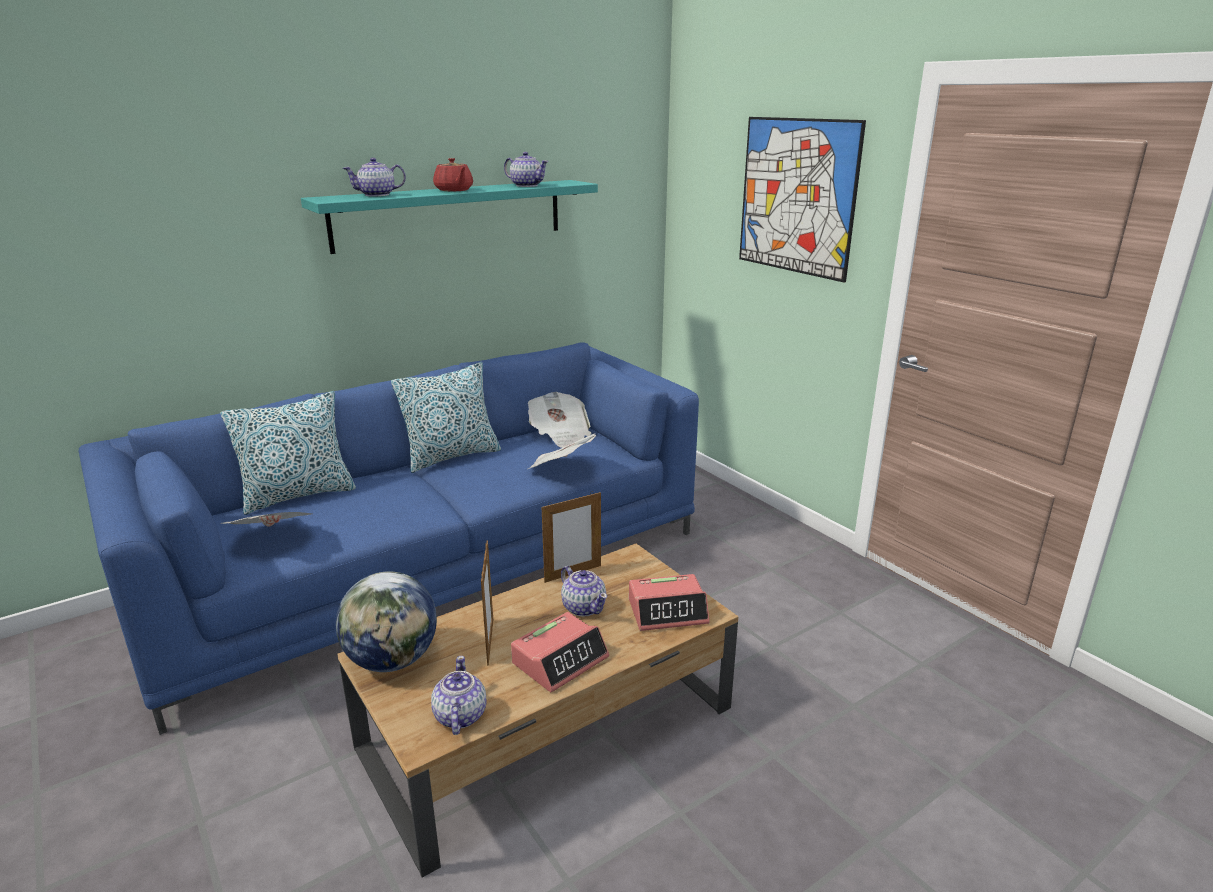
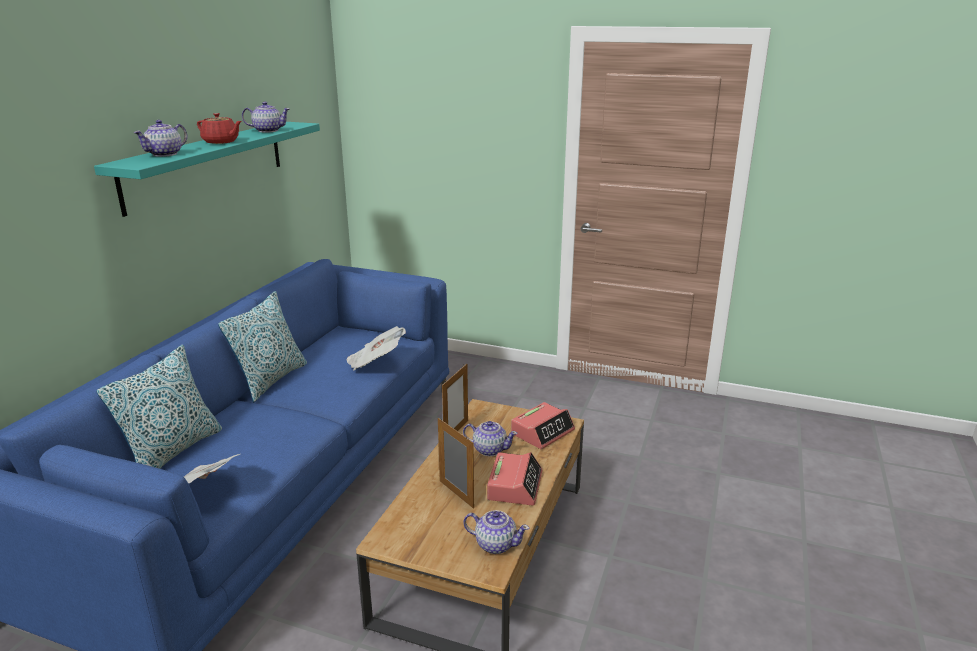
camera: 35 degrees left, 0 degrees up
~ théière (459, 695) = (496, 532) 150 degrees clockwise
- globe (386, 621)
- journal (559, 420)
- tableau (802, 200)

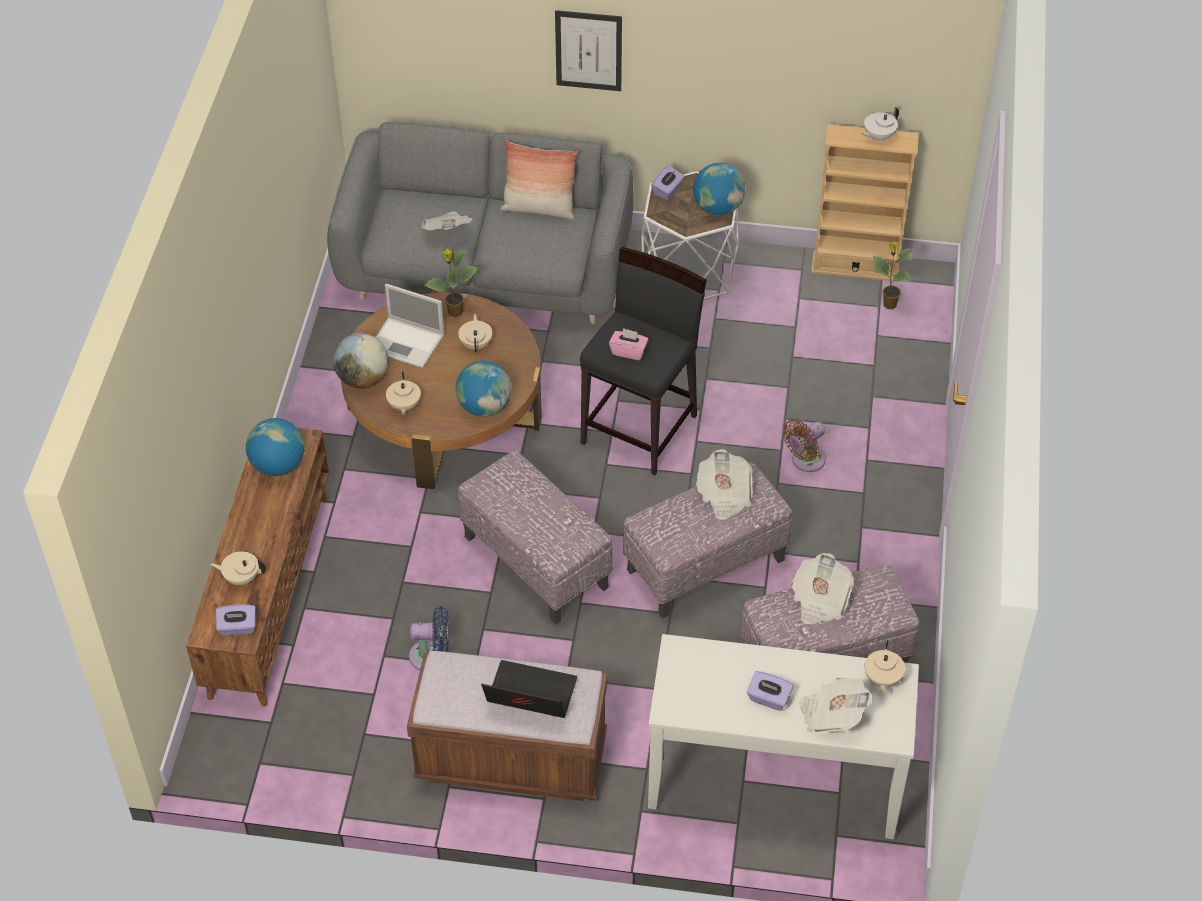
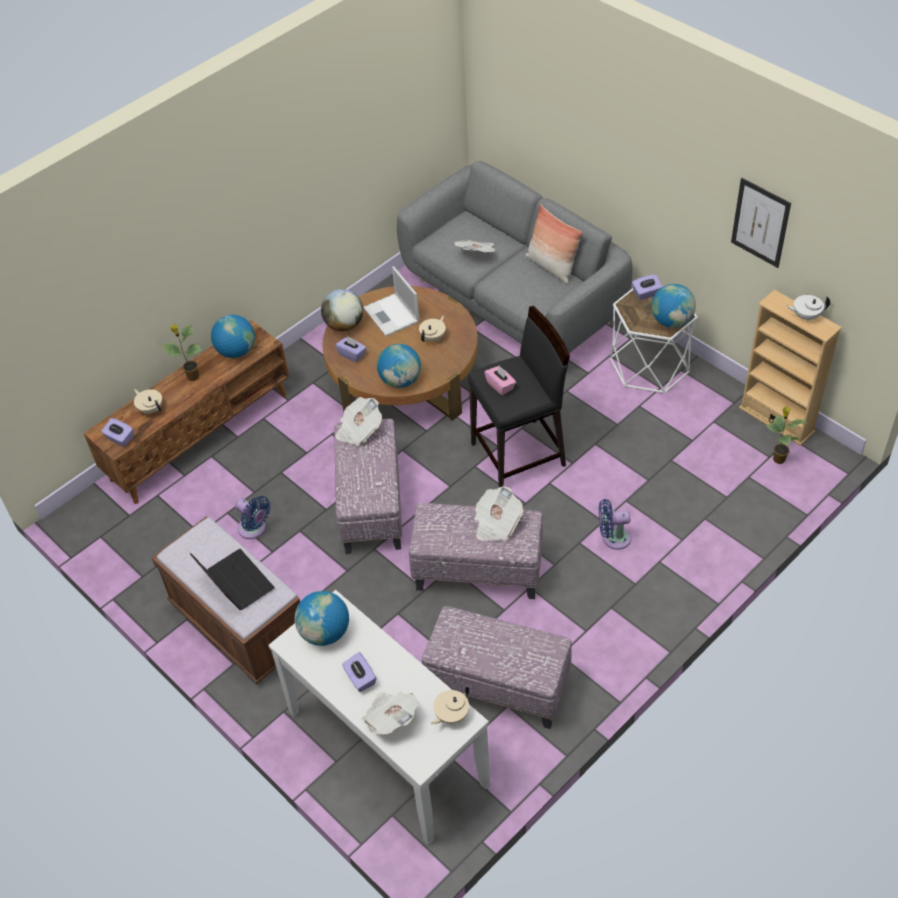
camera: 40 degrees right, 0 degrees up
~ plante en pot (451, 282) to (182, 352)
+ globe (322, 618)
~ théière (beige) (403, 392) to boîte à mouchoirs (violet) (351, 349)
~ journal (822, 588) to (358, 422)
~ ventilateur (marron) (804, 445) to ventilateur (bleu) (615, 524)
~ tableau (588, 50) to (761, 223)

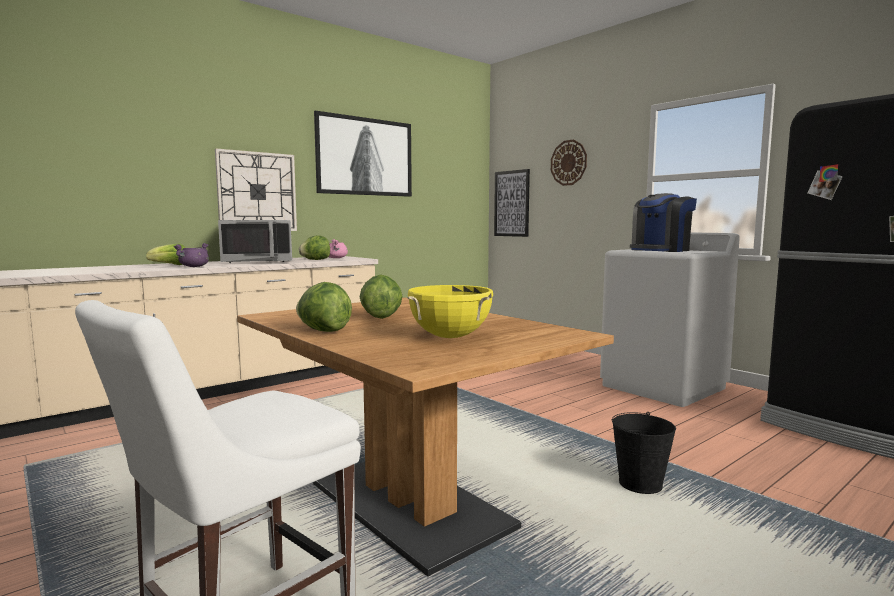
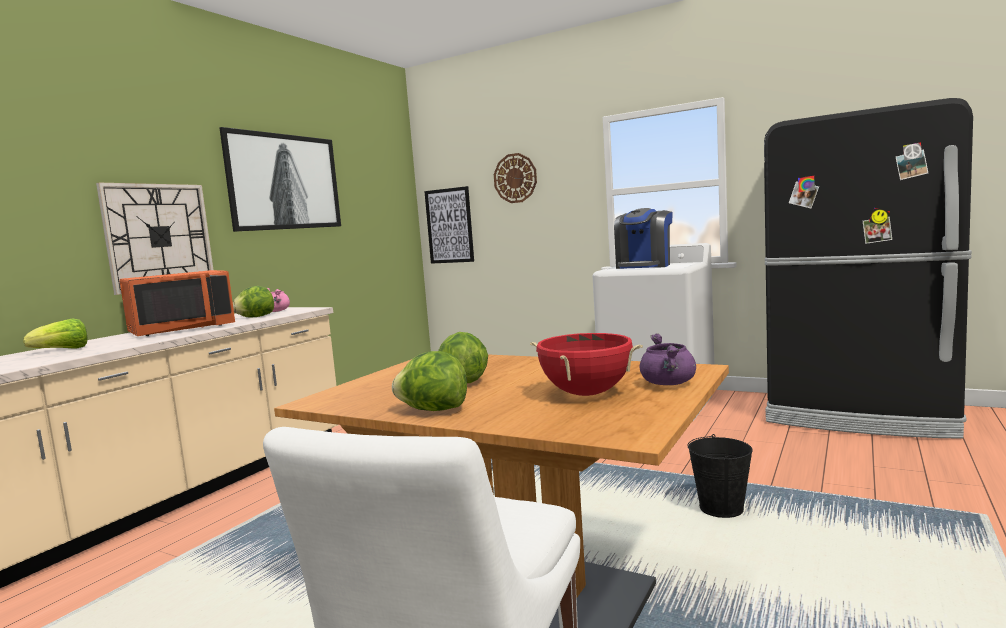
camera: 20 degrees left, 0 degrees up
~ micro-ondes (gris) (255, 241) to micro-ondes (orange) (177, 303)
~ marmite (jaune) (450, 311) to marmite (rouge) (586, 364)
~ marmite (violet) (191, 255) to (668, 359)

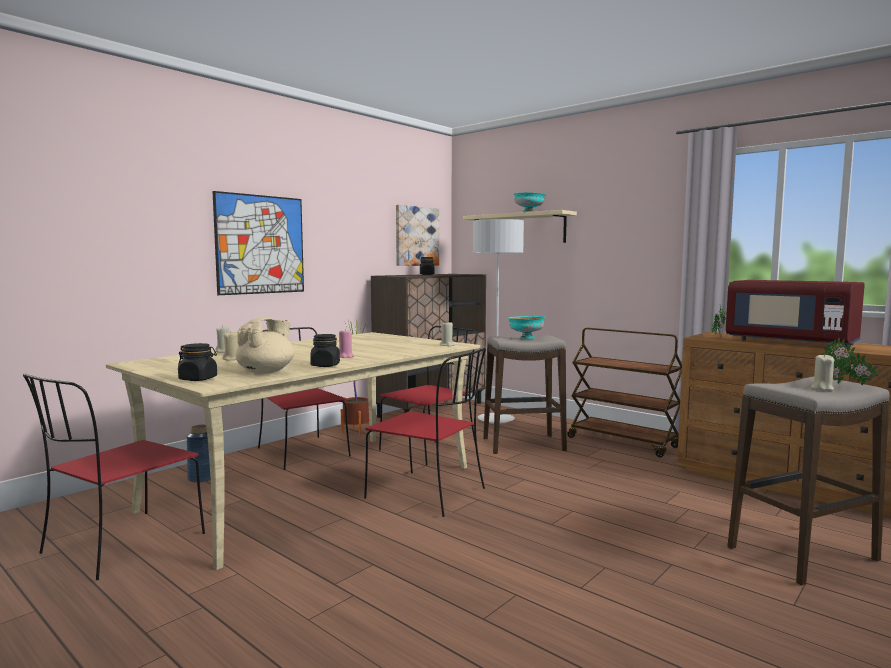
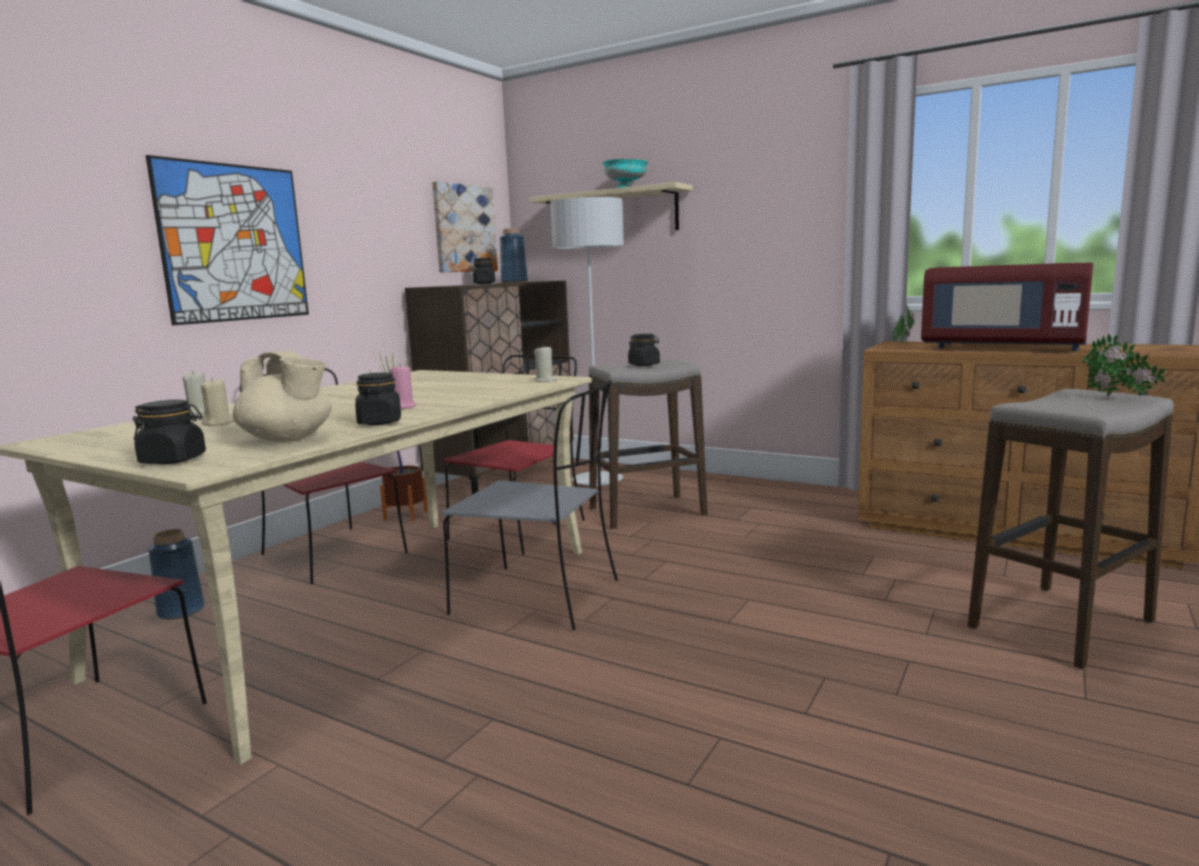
camera: 10 degrees left, 5 degrees up
~ théière (beige) (265, 346) = (282, 396) 105 degrees clockwise
~ chaise (rouge) (425, 432) to chaise (gris) (530, 505)
+ vase (bleu) (514, 255)
~ bol (turquoise) (527, 327) to bocal (noir) (644, 350)
- chariot (marron) (624, 392)
- bougie (beige) (822, 372)

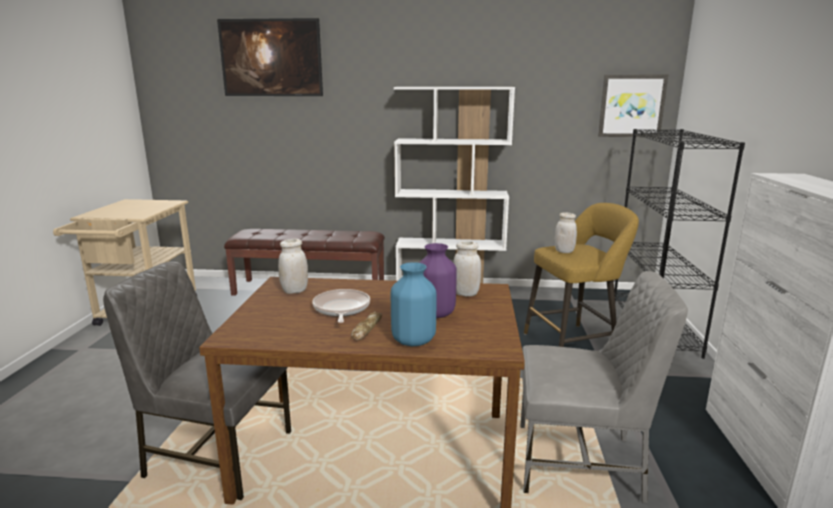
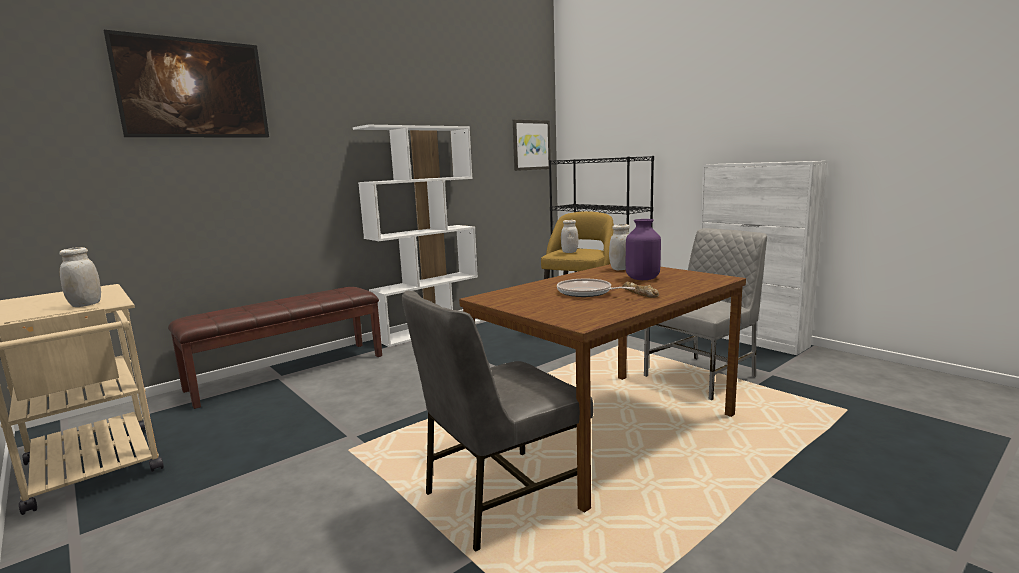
camera: 45 degrees left, 5 degrees down
~ bocal (blanc) (293, 266) to (80, 277)
- vase (bleu) (413, 304)

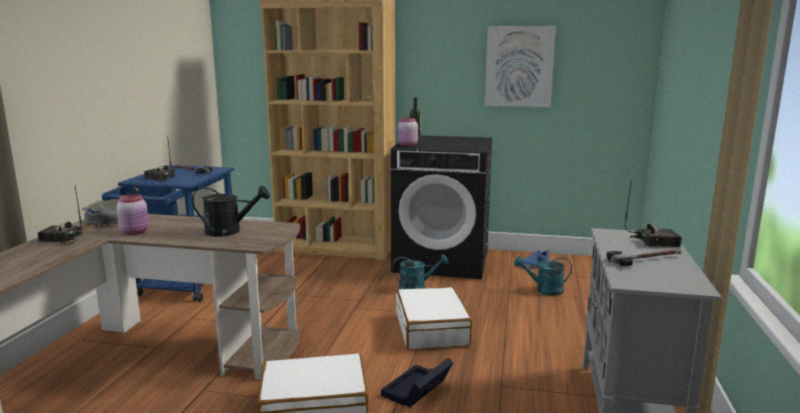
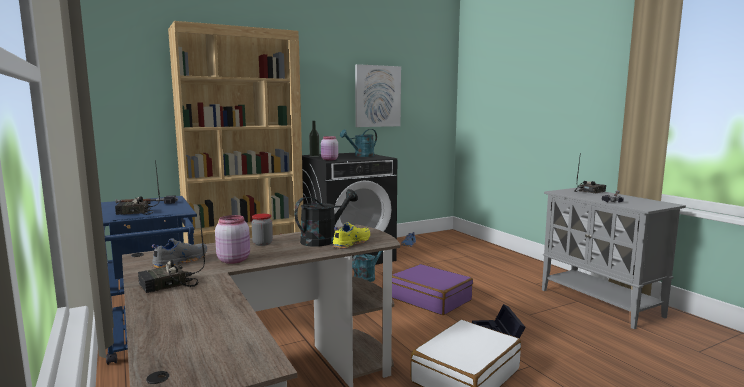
camera: 40 degrees left, 5 degrees down
+ bocal (262, 230)
+ chaussure (jaune) (351, 235)
~ arrosoir (turquoise) (543, 276) to (358, 143)
~ valise (blanc) (434, 318) to valise (violet) (432, 289)

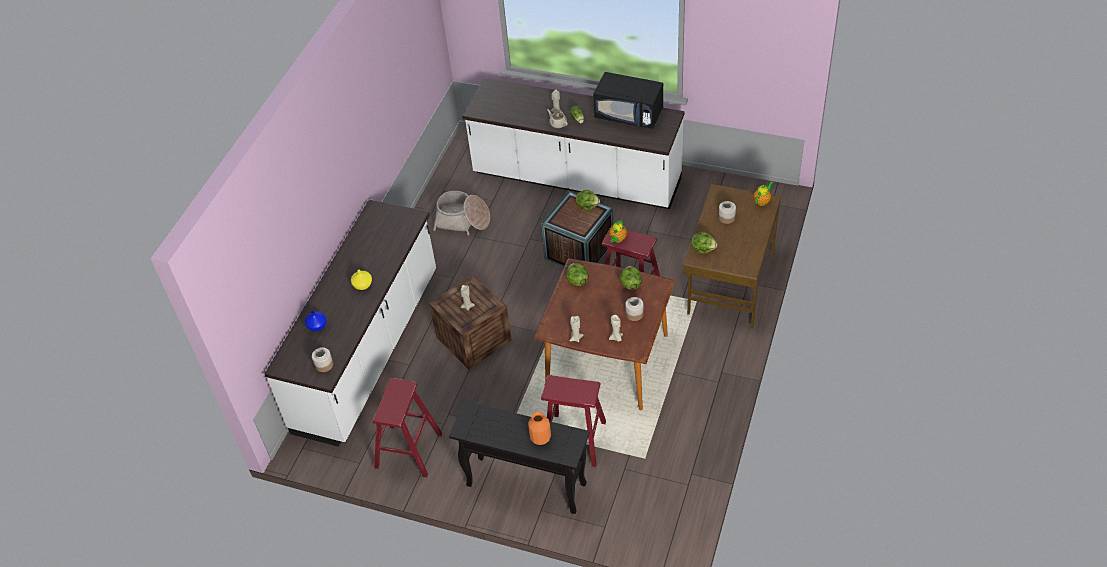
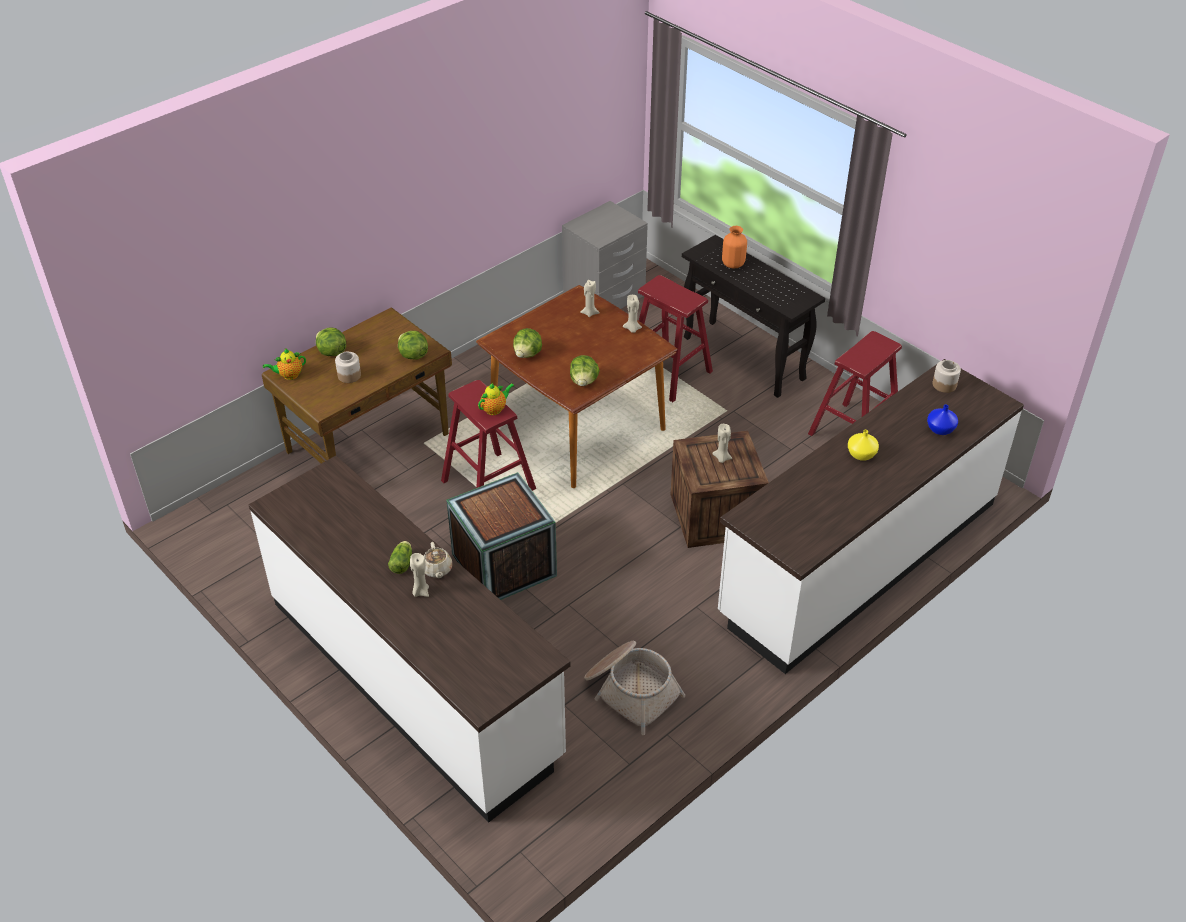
camera: 155 degrees left, 5 degrees down
~ laitue (588, 200) to (331, 342)
+ table de chevet (gris) (605, 255)
- micro-ondes (noir) (628, 100)
- bocal (634, 309)

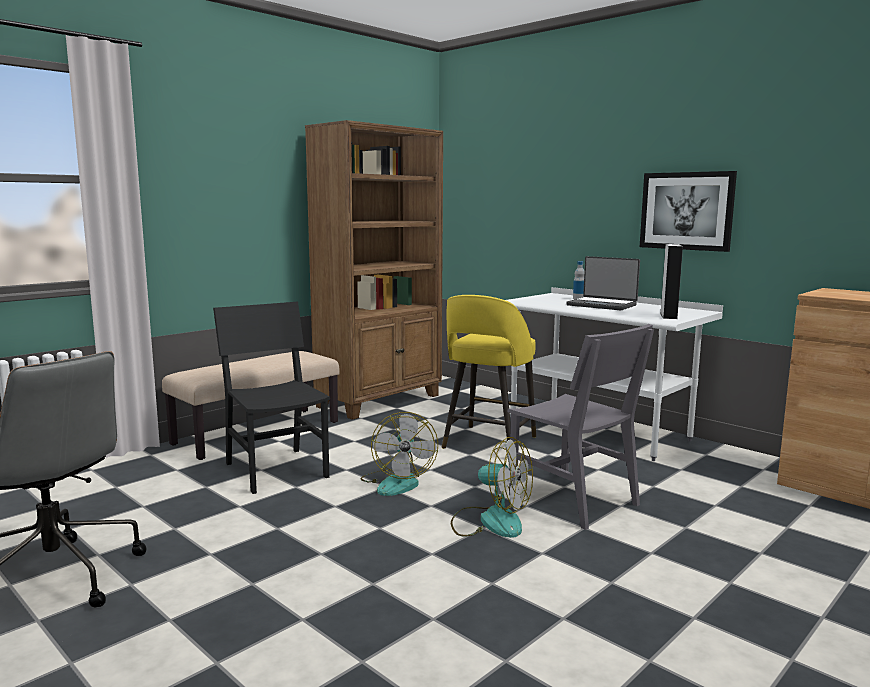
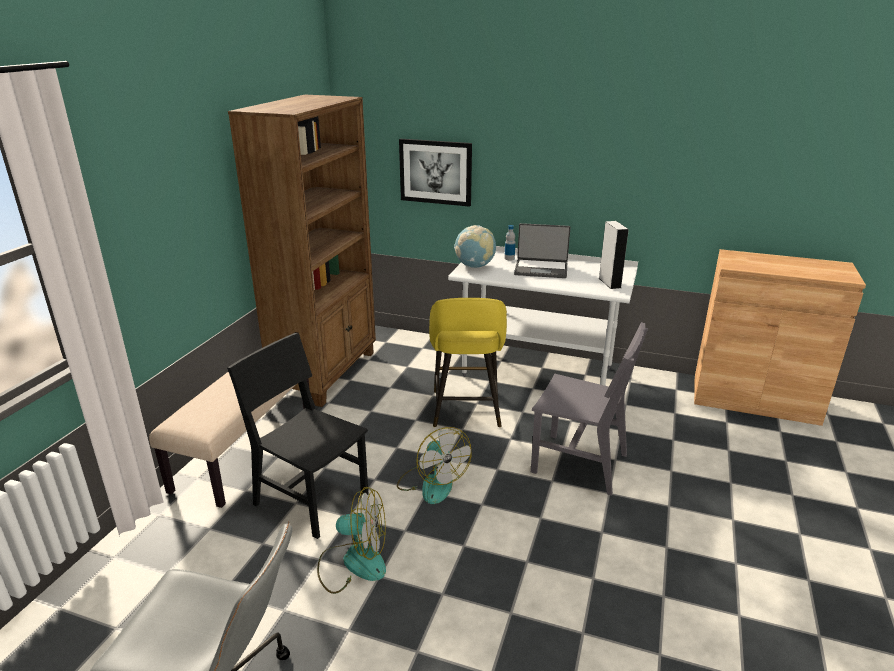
camera: 25 degrees left, 15 degrees up
~ ventilateur (492, 487) to (351, 540)
~ tableau (688, 211) to (435, 173)
+ globe (475, 246)

